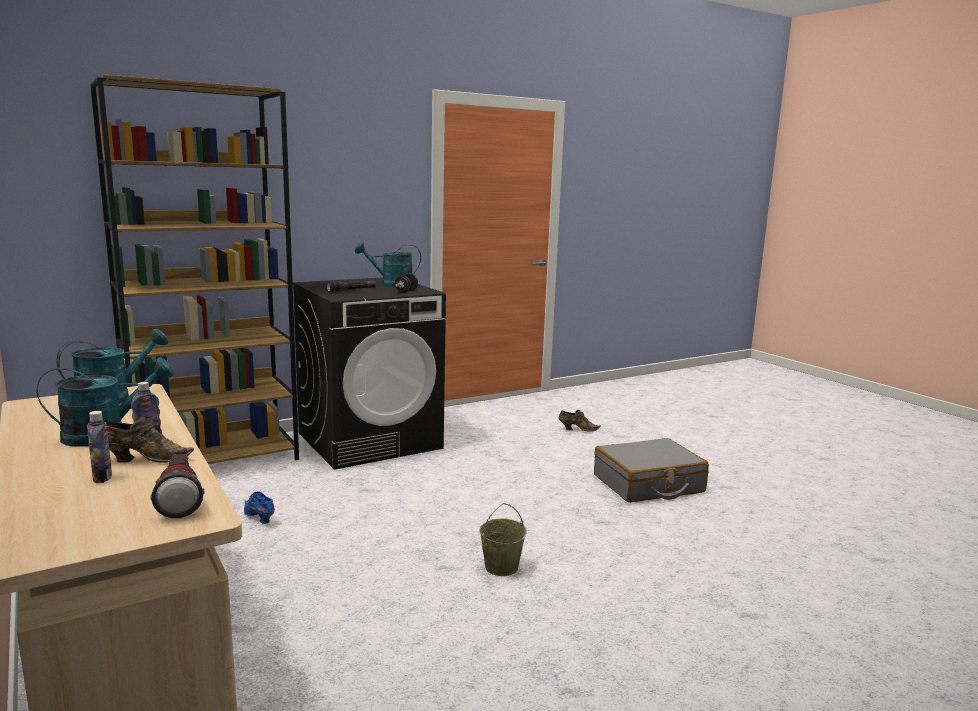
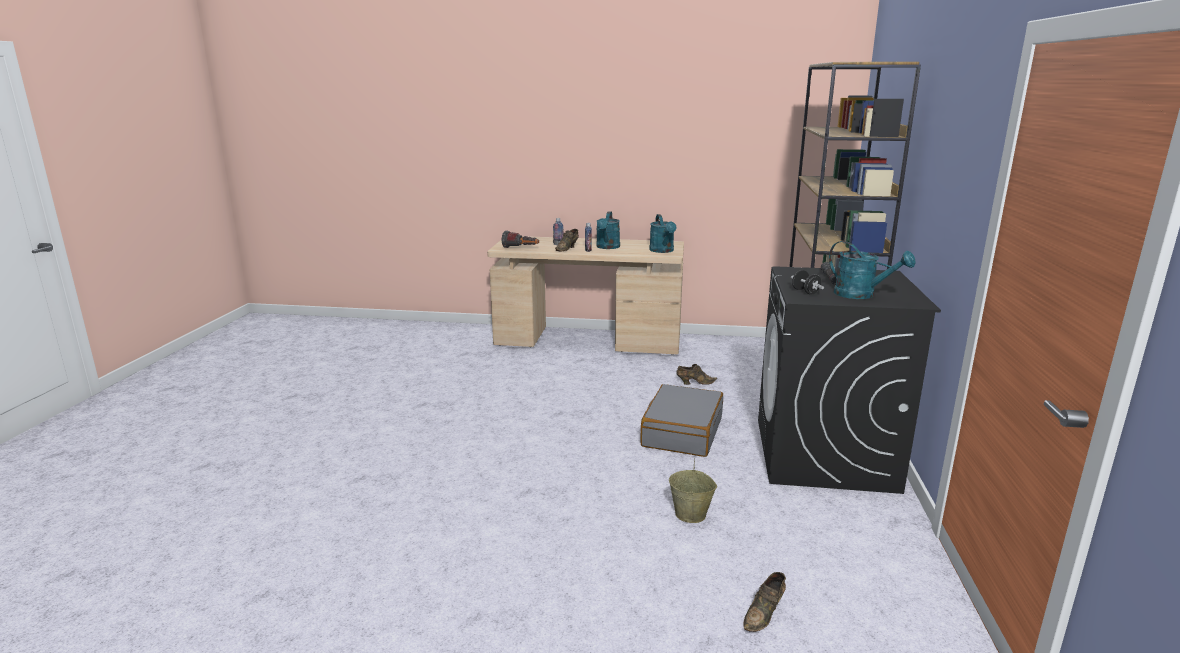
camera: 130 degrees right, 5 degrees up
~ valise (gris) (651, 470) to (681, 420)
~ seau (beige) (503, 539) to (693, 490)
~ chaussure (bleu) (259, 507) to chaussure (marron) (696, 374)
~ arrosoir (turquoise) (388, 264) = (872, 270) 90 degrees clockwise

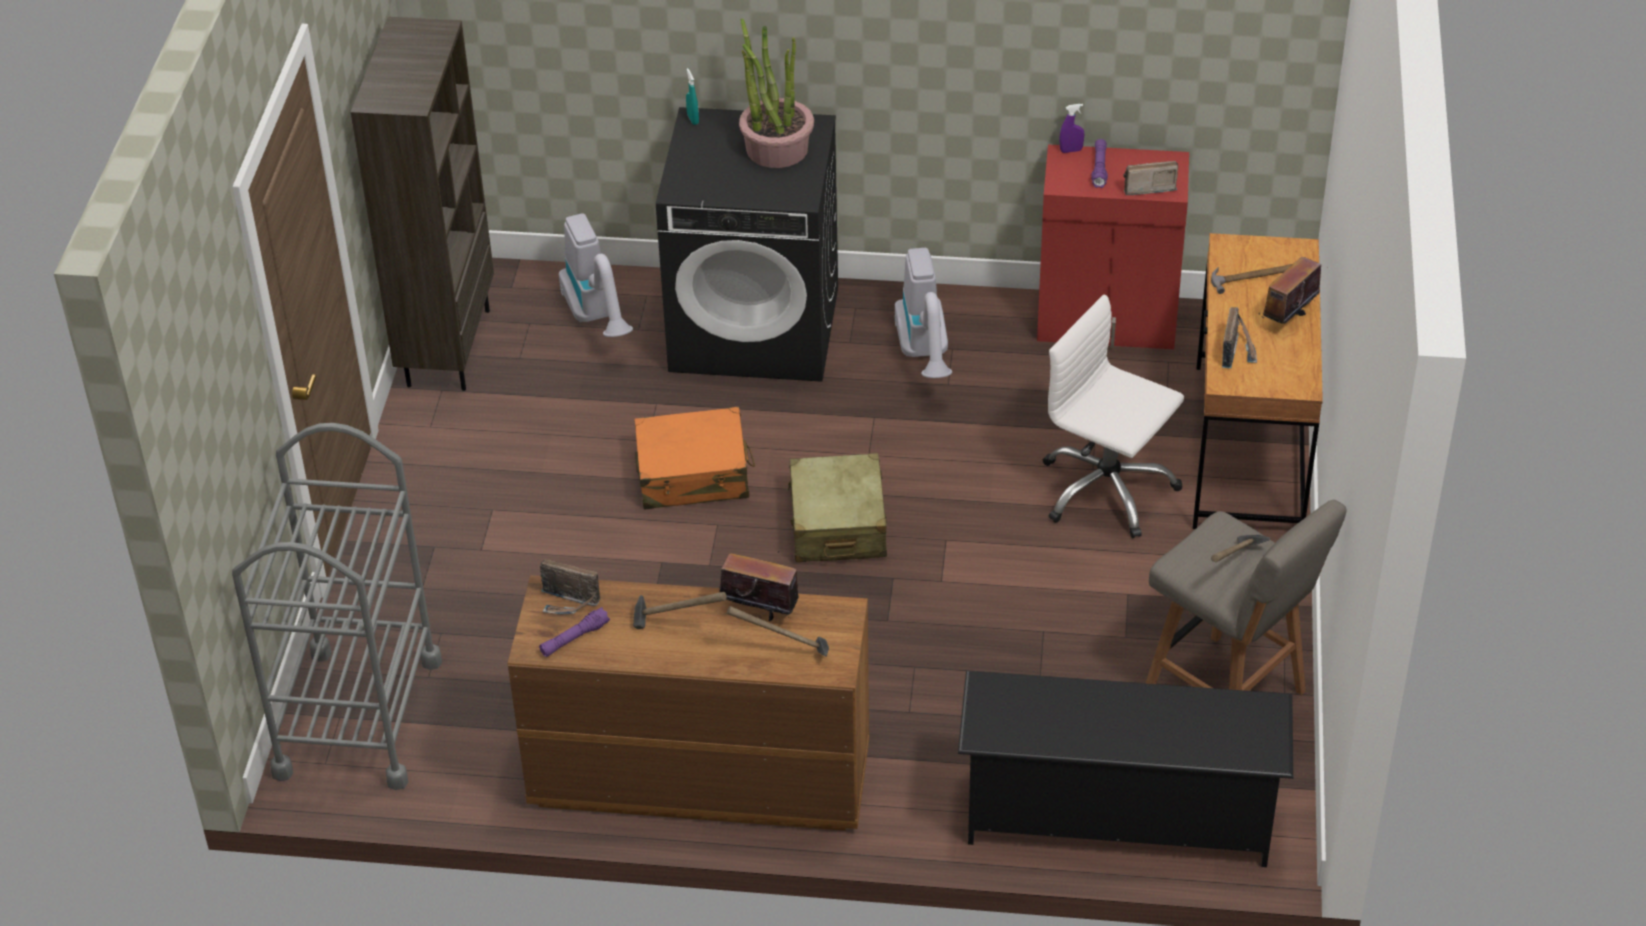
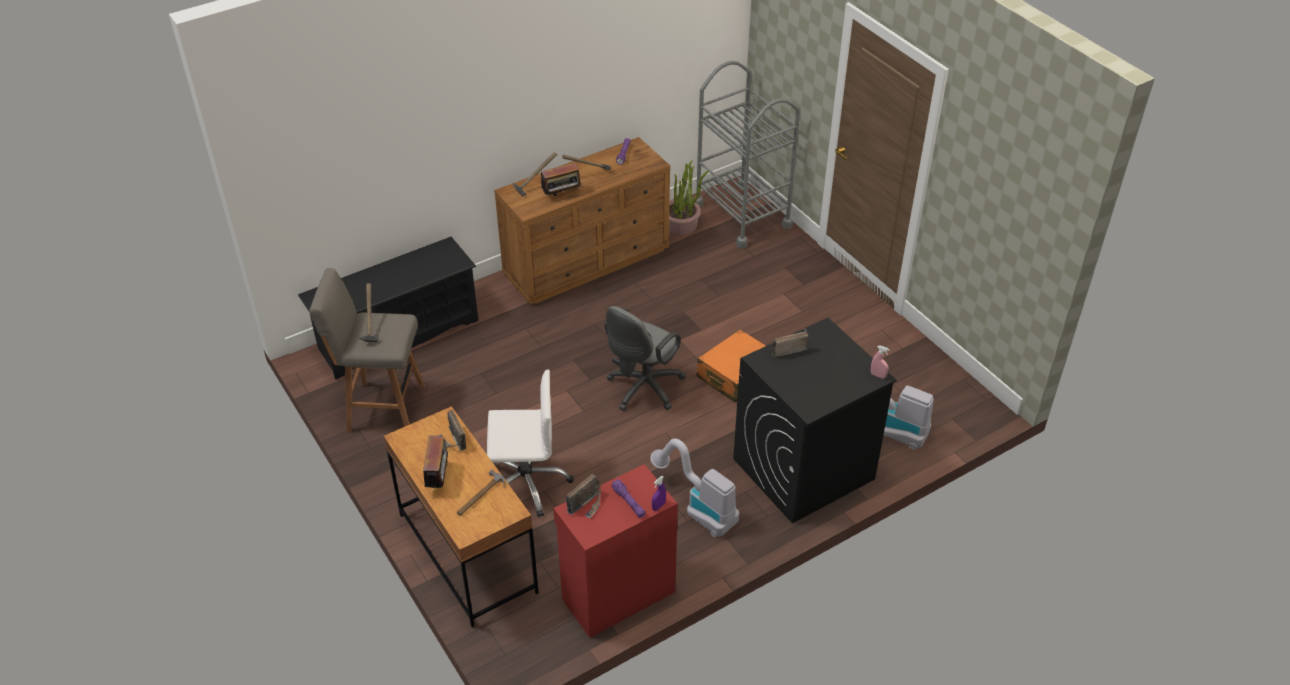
camera: 140 degrees right, 0 degrees up
~ valise (beige) (837, 507) to chaise de bureau (gris) (645, 358)
~ plante en pot (776, 93) to (689, 197)
~ radio (570, 587) to (789, 344)
~ vaporisateur (turquoise) (692, 96) to vaporisateur (rose) (880, 362)
- bibliothèque (marron) (422, 204)

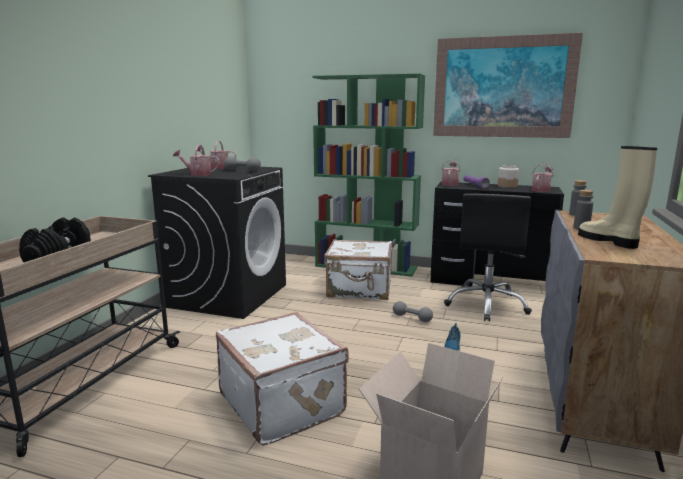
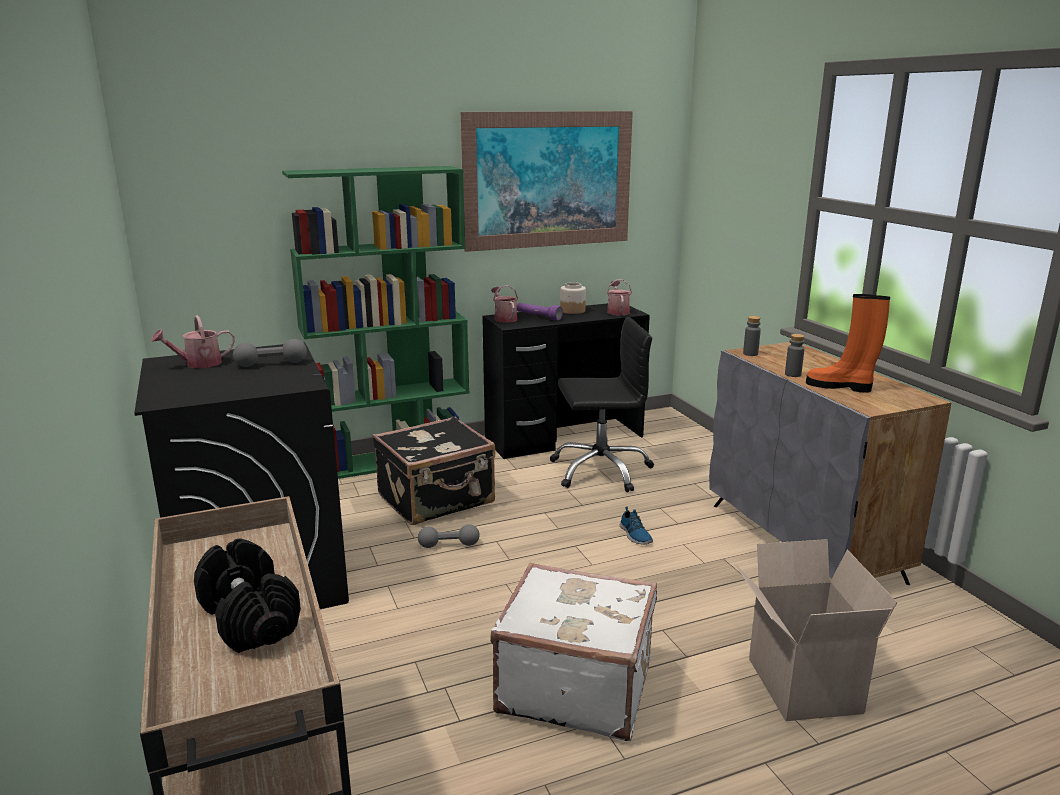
camera: 40 degrees left, 5 degrees up
~ valise (blanc) (358, 269) to valise (noir) (434, 470)
~ haltère (gris) (413, 311) to (449, 536)
~ chaise de bureau (noir) (488, 257) = (602, 404) 75 degrees counterclockwise
~ botte (beige) (617, 197) to botte (orange) (848, 343)
- arrosoir (196, 160)

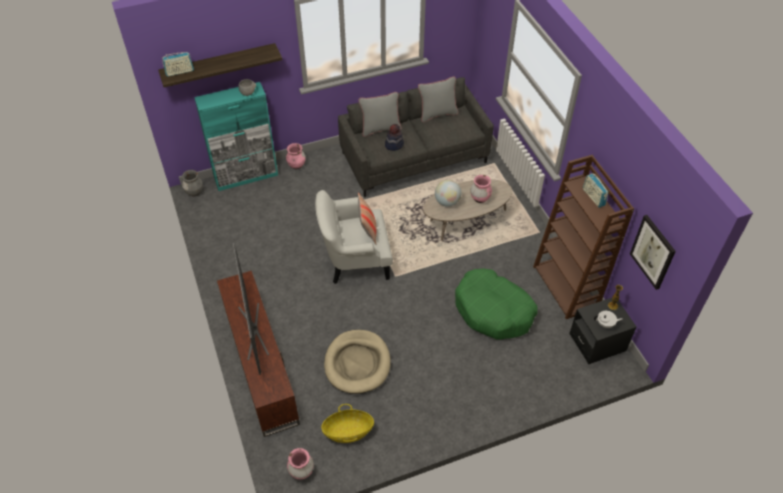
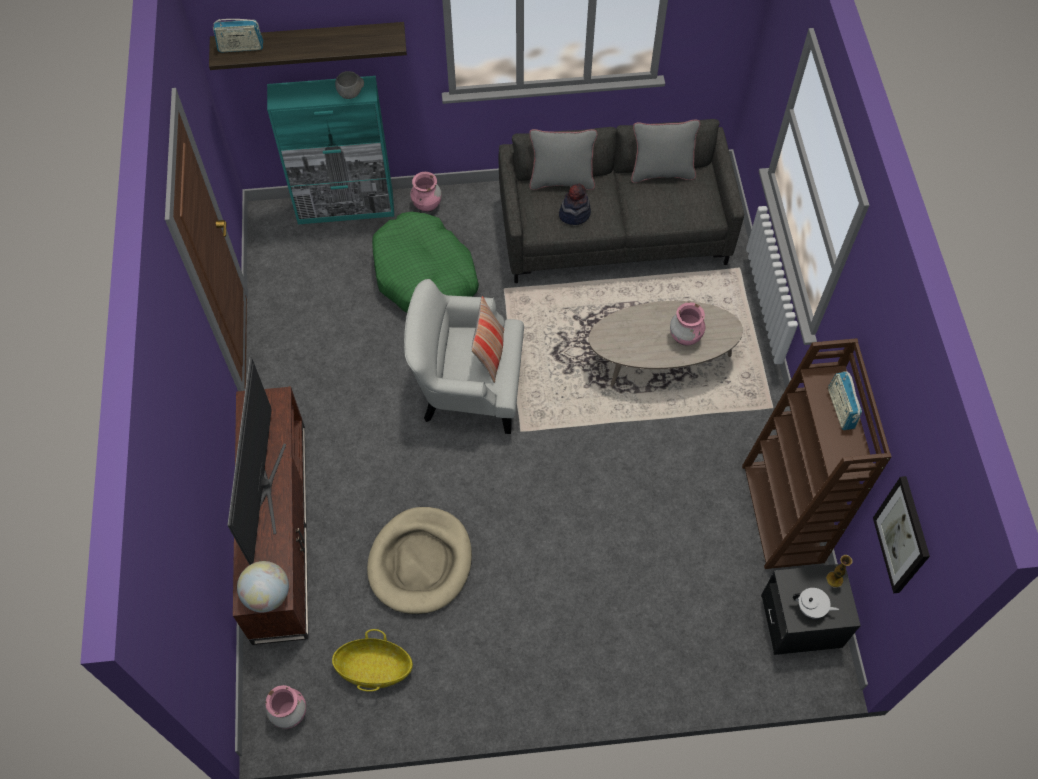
camera: 15 degrees right, 10 degrees up
~ globe (448, 193) to (263, 586)
~ panier pour chien (vert) (496, 304) to (425, 262)
- vase (gris) (192, 183)

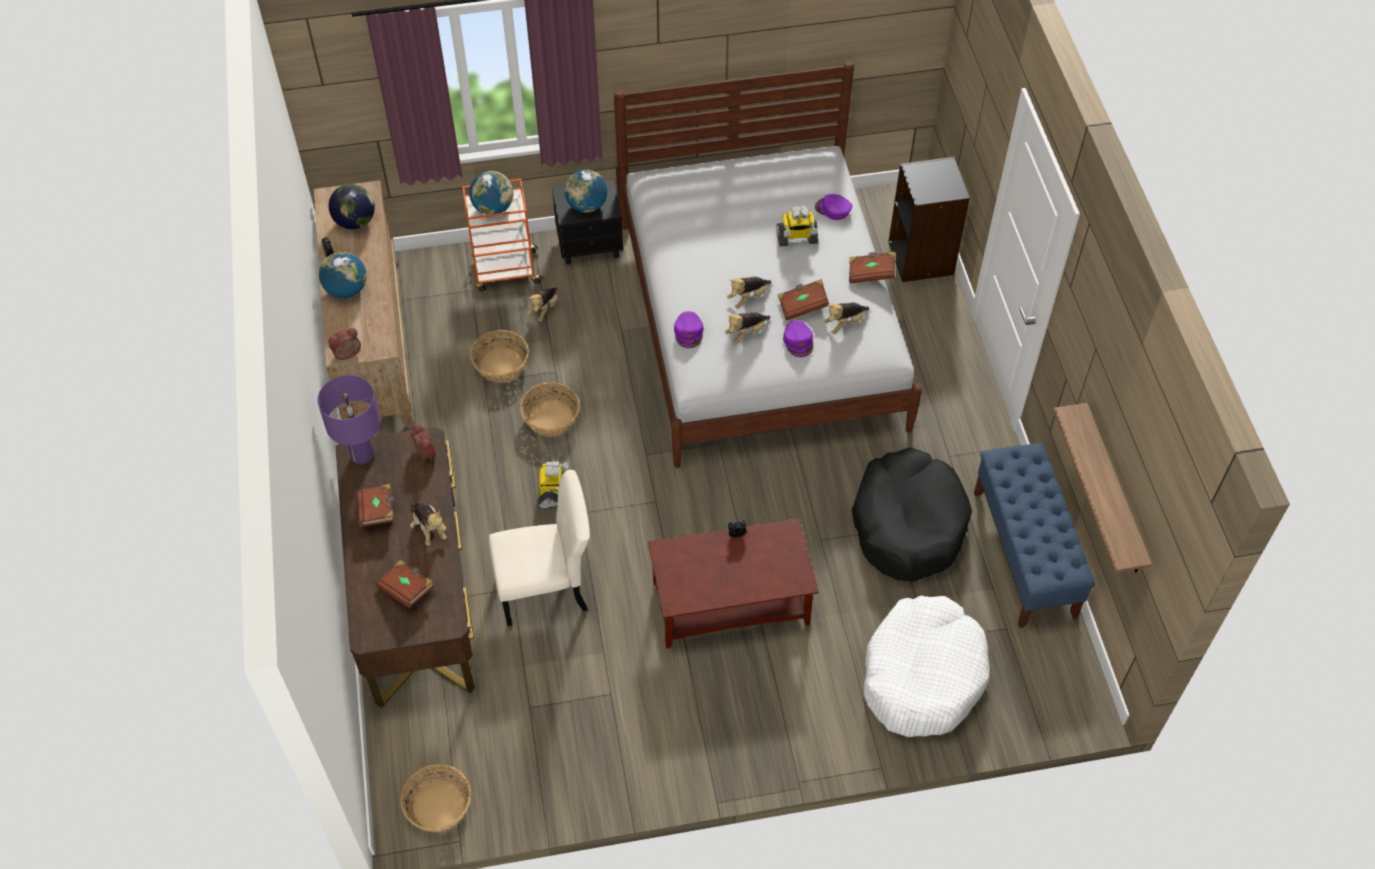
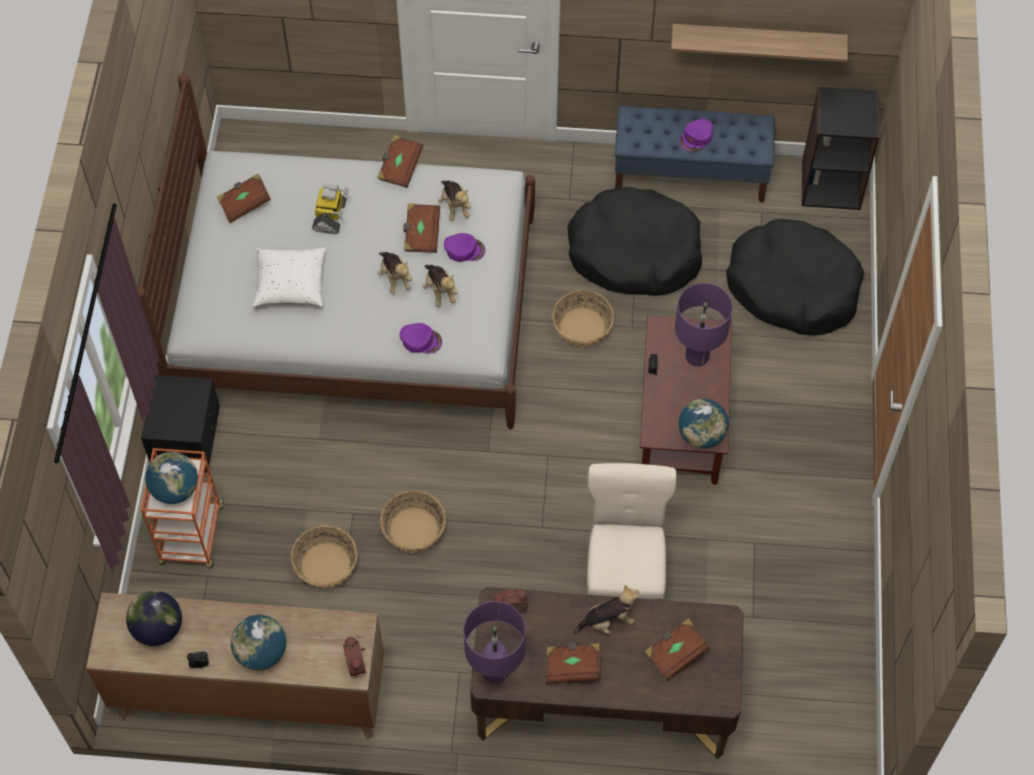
camera: 75 degrees left, 5 degrees up
+ livre (marron) (244, 198)
+ coussin (blanc) (289, 277)
~ panier (435, 798) to (583, 318)
+ lampe de table (violet) (704, 325)
~ casquette (violet) (834, 207) to (696, 135)
~ globe (585, 191) to (704, 424)
~ panier pour chien (blanc) (927, 666) to panier pour chien (noir) (795, 277)
~ bibliothèque (noir) (929, 219) to (840, 148)
- peluche (542, 304)
- robot jouet (553, 485)

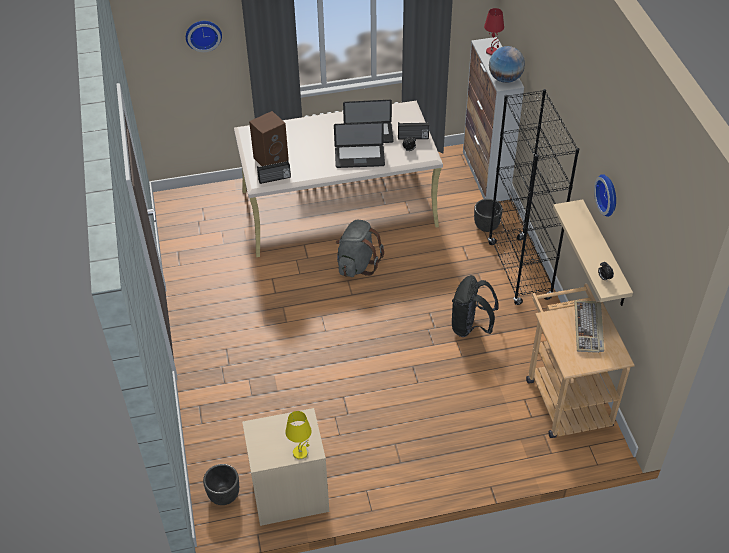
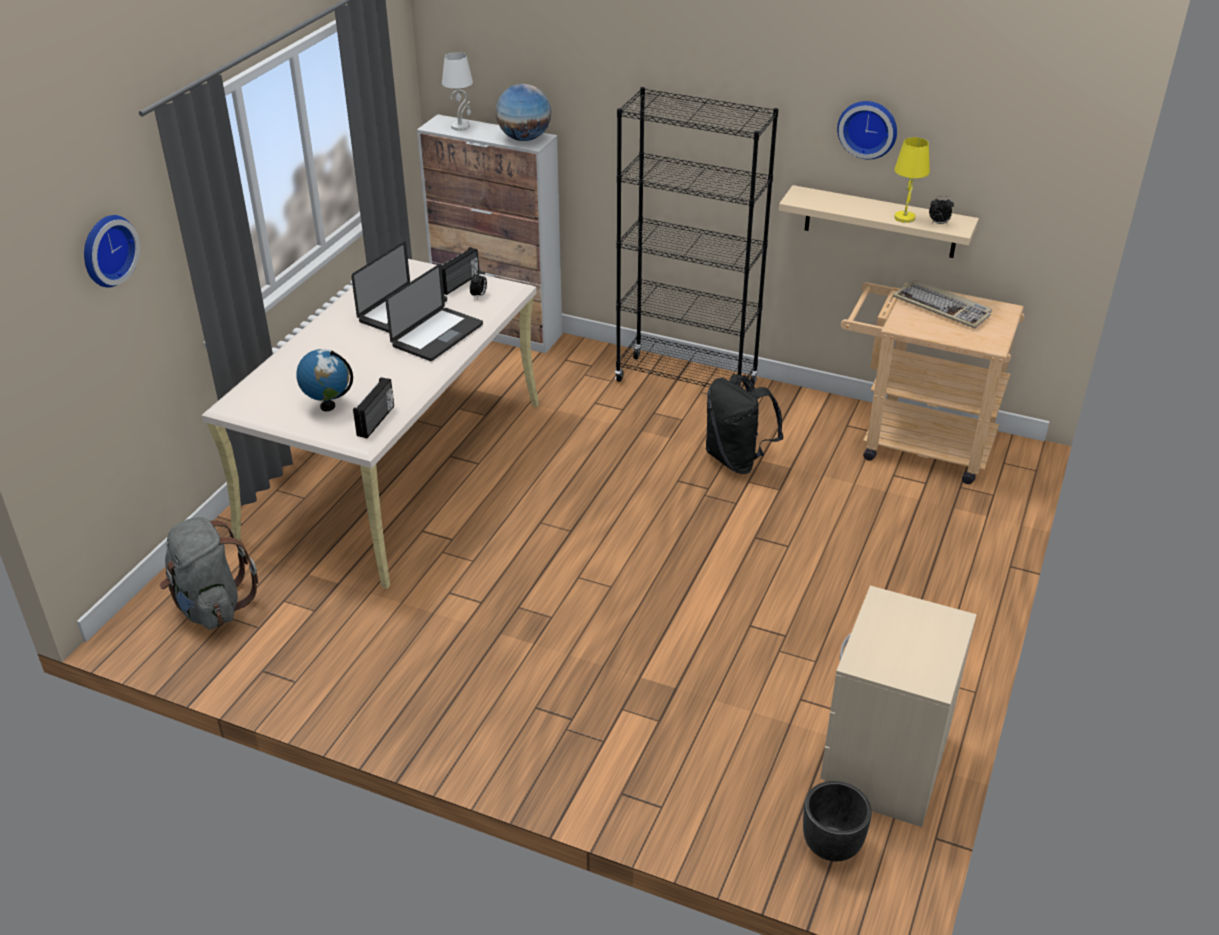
camera: 55 degrees left, 10 degrees down
~ sac à dos (gris) (360, 248) to (209, 573)
~ enceinte (marron) (269, 138) to globe (324, 380)
~ lampe de table (rouge) (494, 31) to lampe de table (blanc) (457, 91)
~ lampe de table (jaune) (298, 435) to (912, 180)
- cache-pot (noir) (488, 215)

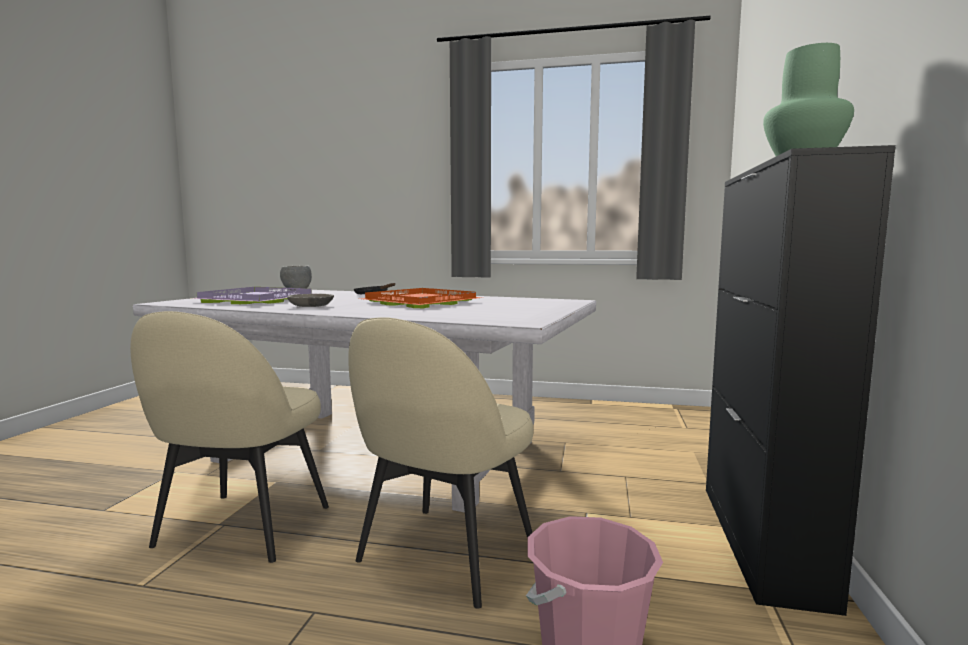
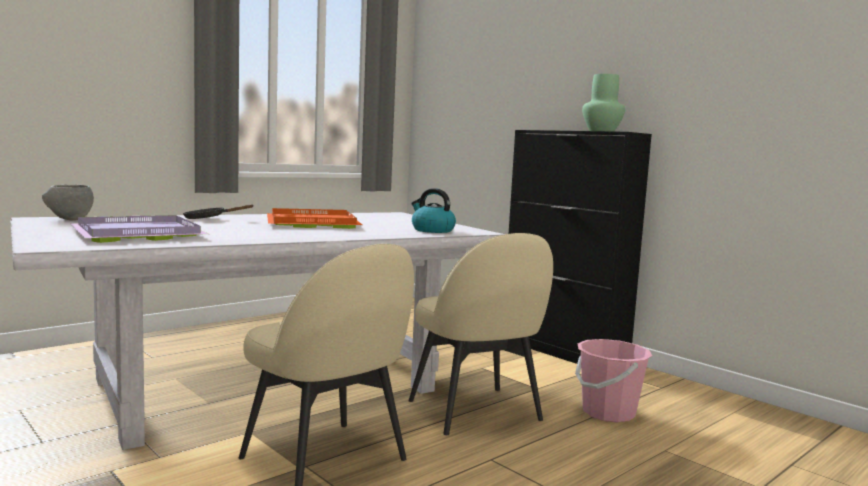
camera: 55 degrees left, 0 degrees up
+ bouilloire (433, 210)
- bol (gris) (310, 300)

